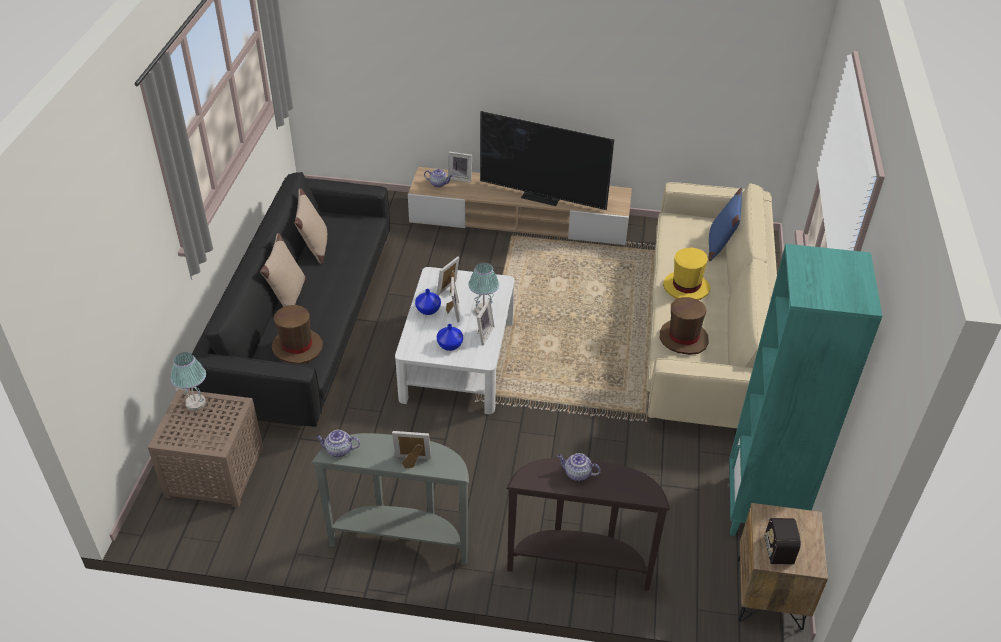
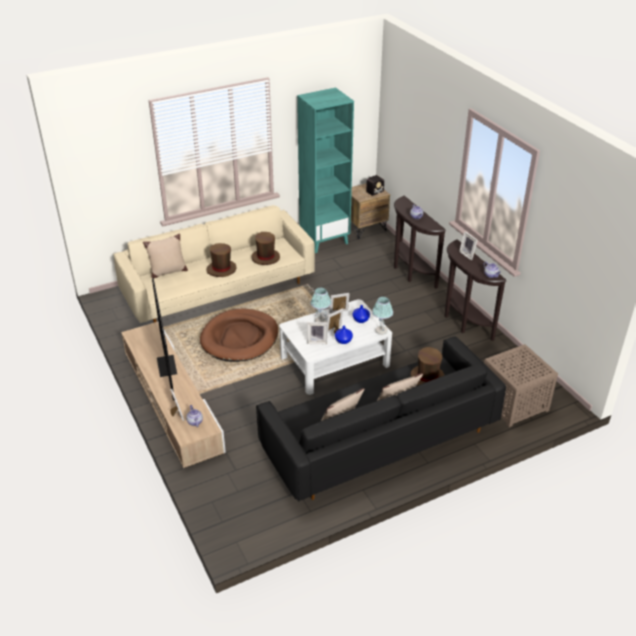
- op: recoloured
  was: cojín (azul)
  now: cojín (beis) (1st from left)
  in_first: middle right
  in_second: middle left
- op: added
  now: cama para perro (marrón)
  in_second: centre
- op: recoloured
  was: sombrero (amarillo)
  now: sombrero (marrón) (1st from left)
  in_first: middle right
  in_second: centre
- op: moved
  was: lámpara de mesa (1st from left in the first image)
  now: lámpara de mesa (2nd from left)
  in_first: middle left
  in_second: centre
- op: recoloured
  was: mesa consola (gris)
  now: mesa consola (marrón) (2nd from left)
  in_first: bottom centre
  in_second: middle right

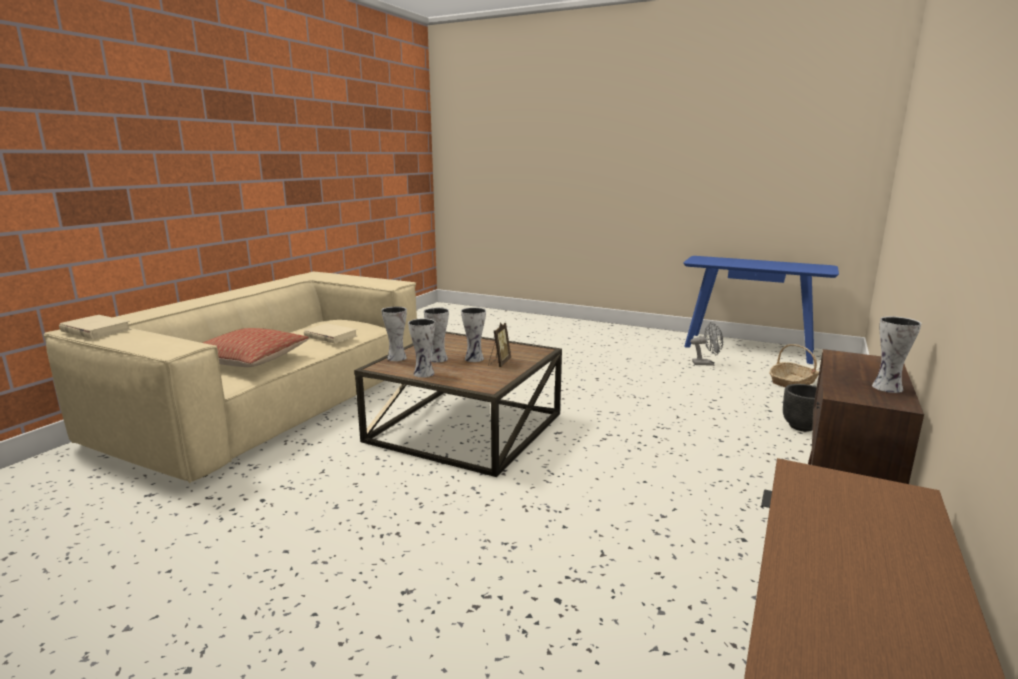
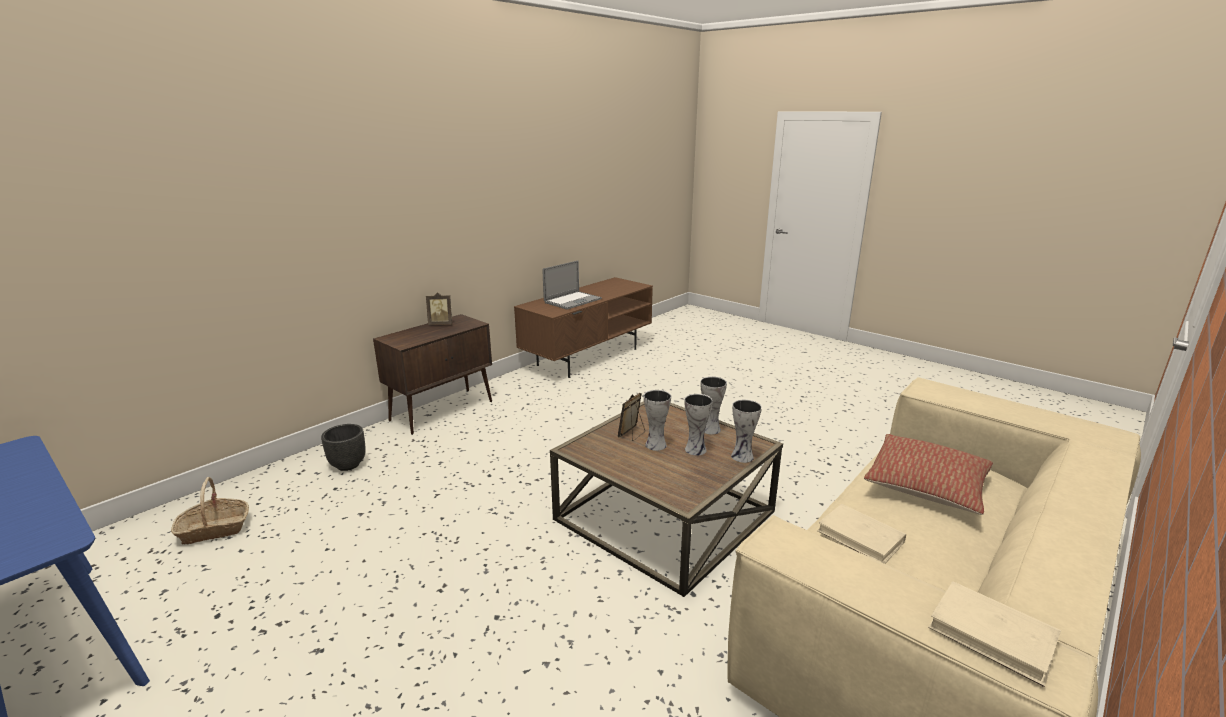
- op: replaced
  was: florero (5th from left)
  now: portarretratos (1st from left)
  in_first: middle right
  in_second: centre
- op: added
  now: portátil
  in_second: centre
- op: moved
  was: libro (beis) (1st from left in the first image)
  now: libro (beis) (2nd from left)
  in_first: middle left
  in_second: bottom right
- op: removed
  was: ventilador (gris)
  in_first: middle right

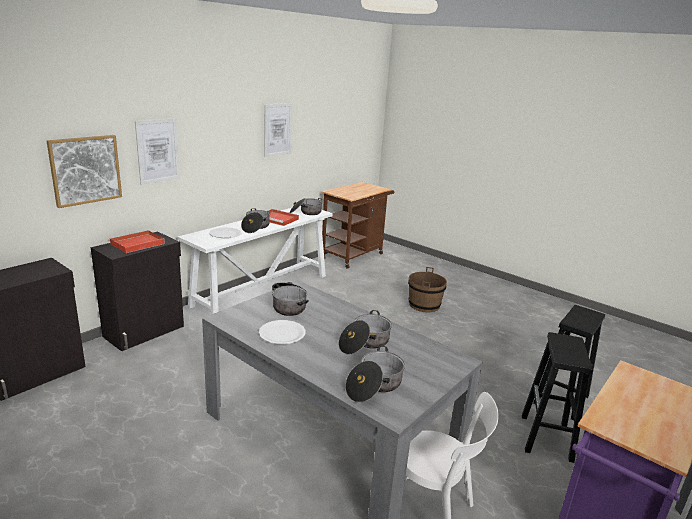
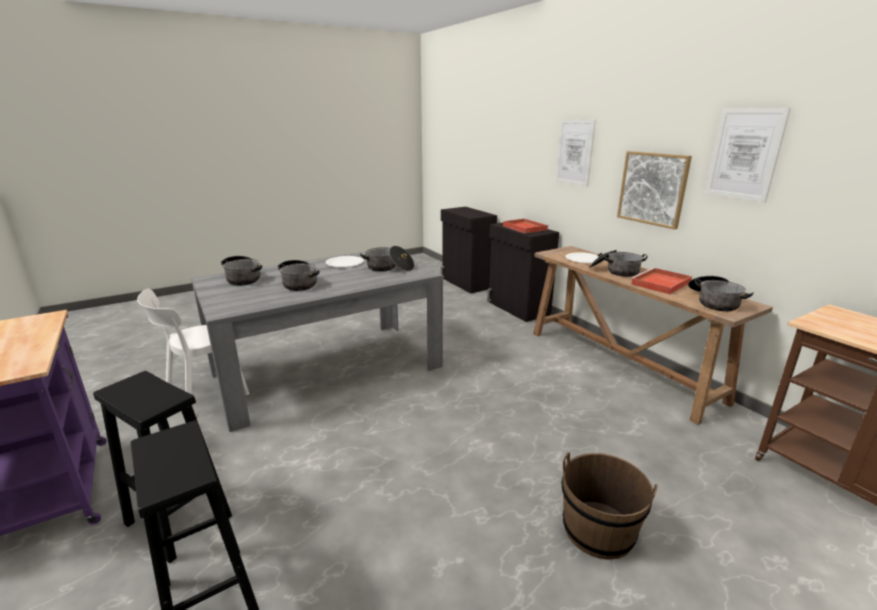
- op: recoloured
  was: mesa consola (blanco)
  now: mesa consola (marrón)
  in_first: centre
  in_second: middle right
- op: moved
  was: cuadro (1st from left in the first image)
  now: cuadro (2nd from left)
  in_first: top left
  in_second: top right

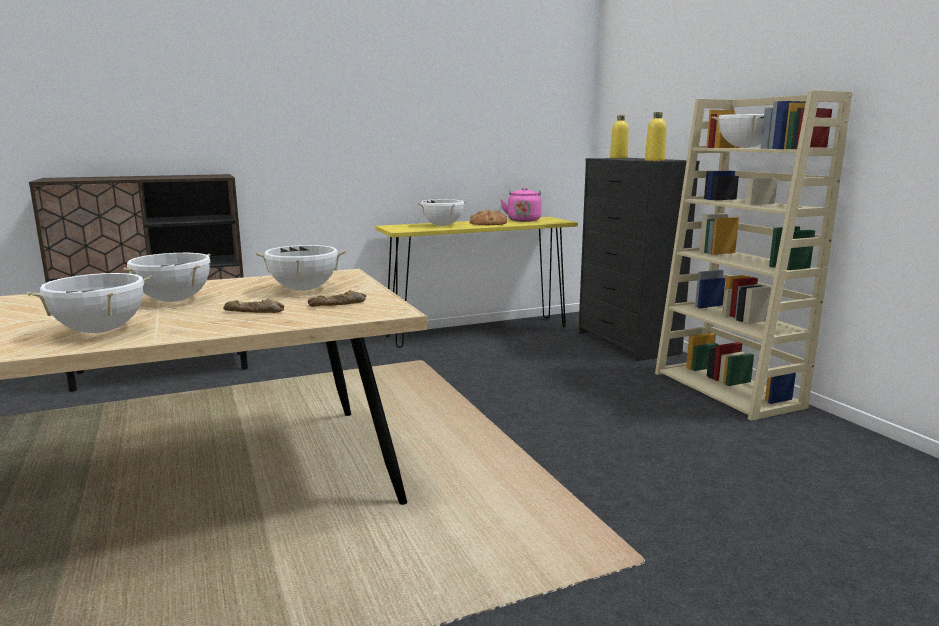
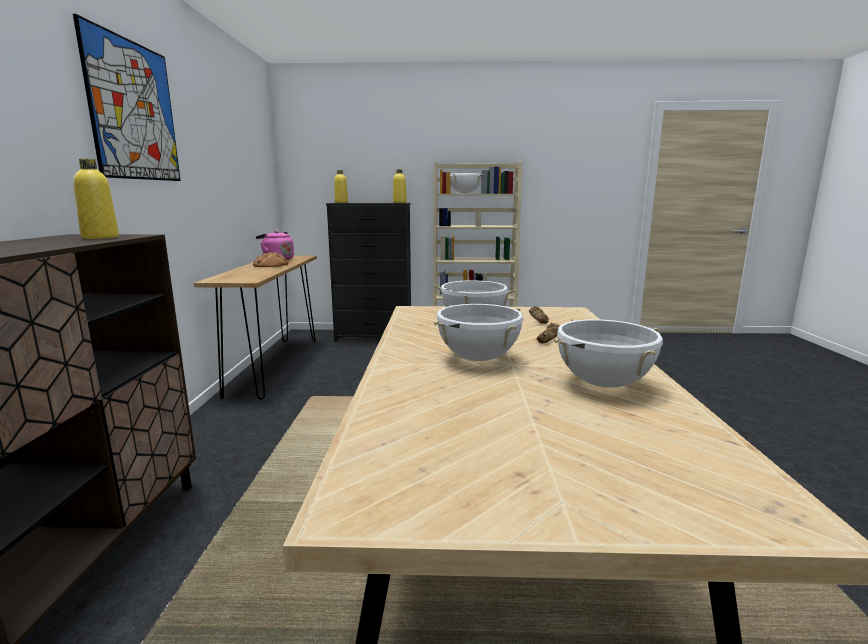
- op: added
  now: cuadro
  in_second: top left
- op: added
  now: botella (amarillo) (1st from left)
  in_second: top left
- op: recoloured
  was: mesa consola (amarillo)
  now: mesa consola (marrón)
  in_first: centre
  in_second: middle left
- op: removed
  was: olla (blanco) (4th from left)
  in_first: centre

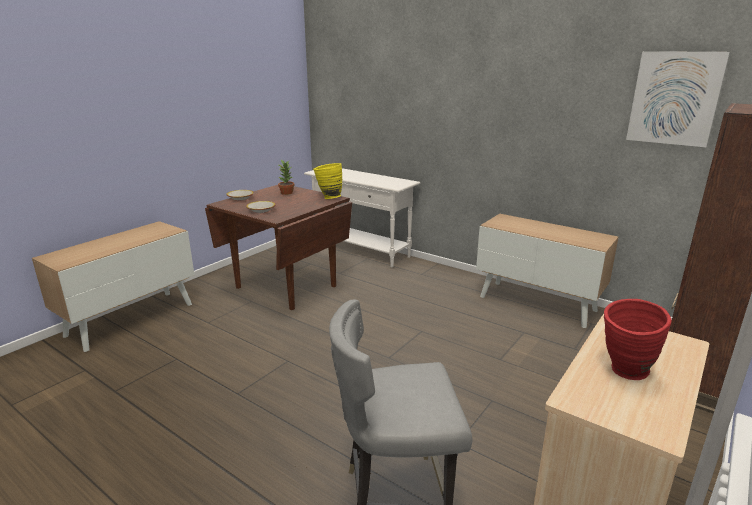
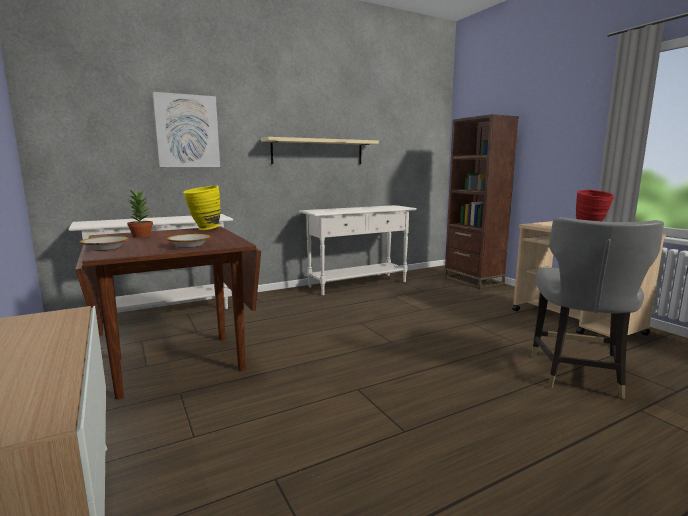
- op: moved
  was: cuadro
  in_first: top right
  in_second: top left
- op: added
  now: estante (beis)
  in_second: top centre
- op: replaced
  was: armario (2nd from left)
  now: mesa consola (blanco) (2nd from left)
  in_first: middle right
  in_second: centre

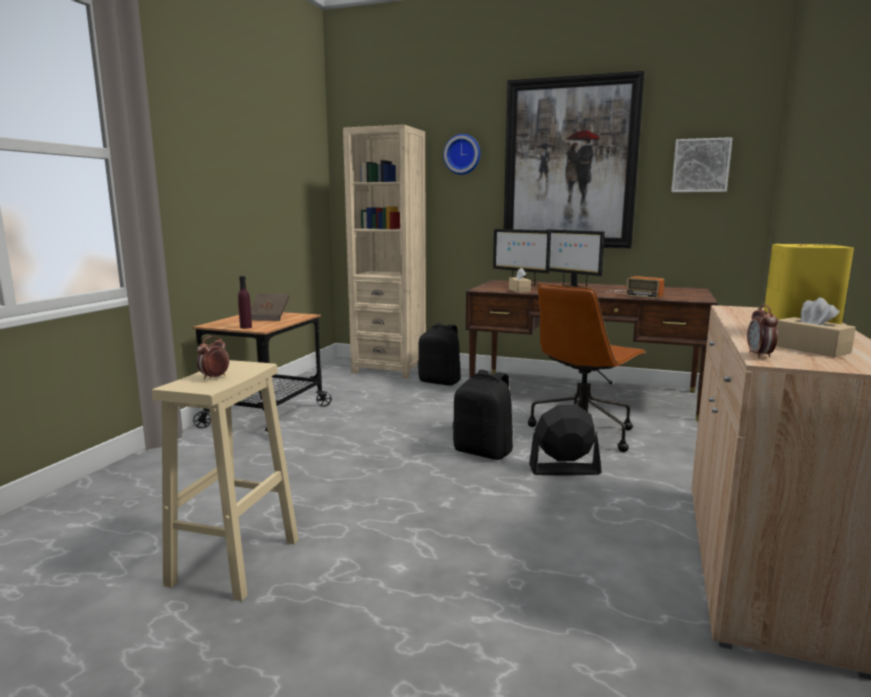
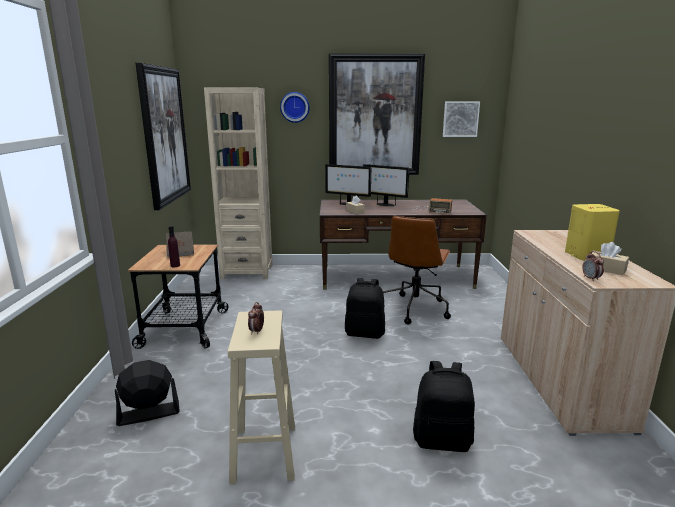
- op: moved
  was: ventilador (negro)
  in_first: centre
  in_second: bottom left
- op: added
  now: cuadro (1st from left)
  in_second: top left
- op: moved
  was: mochila (negro) (1st from left in the first image)
  now: mochila (negro) (2nd from left)
  in_first: centre
  in_second: bottom centre

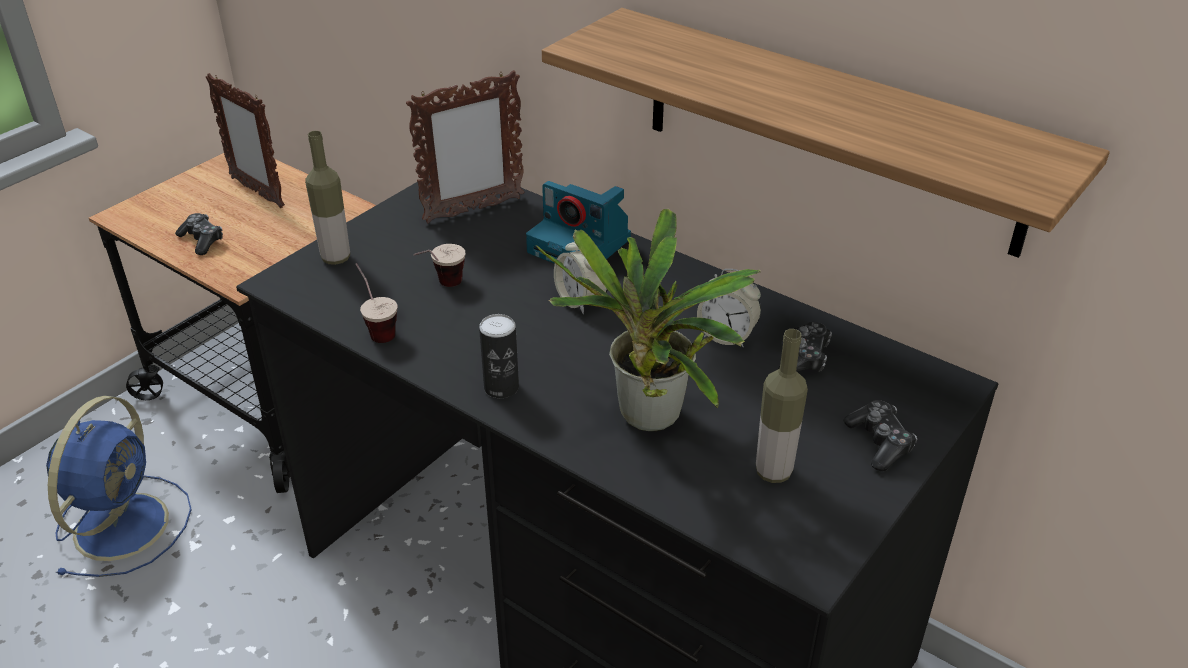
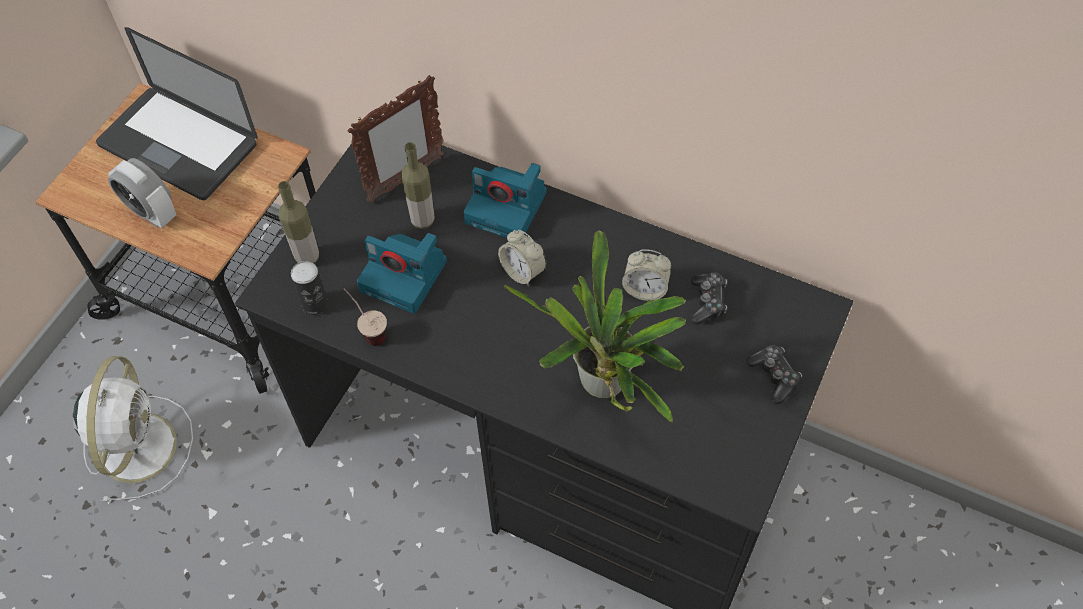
- op: recoloured
  was: ventilador (azul)
  now: ventilador (blanco)
  in_first: bottom left
  in_second: bottom left
- op: replaced
  was: portarretratos (1st from left)
  now: portátil
  in_first: top left
  in_second: top left
- op: replaced
  was: mando de consola (1st from left)
  now: despertador (1st from left)
  in_first: middle left
  in_second: top left
- op: moved
  was: lata
  in_first: centre
  in_second: middle left
- op: replaced
  was: taza (2nd from left)
  now: cámara (1st from left)
  in_first: centre
  in_second: centre
- op: moved
  was: botella (2nd from left)
  in_first: centre
  in_second: top centre
- op: removed
  was: estante
  in_first: top right

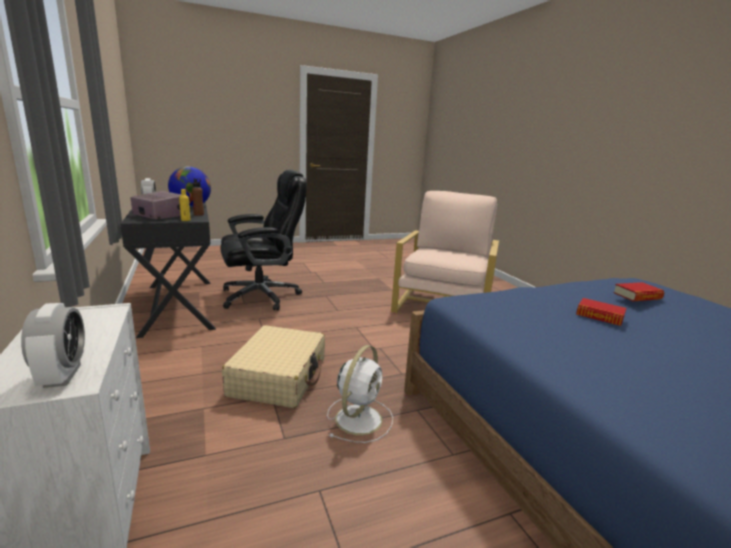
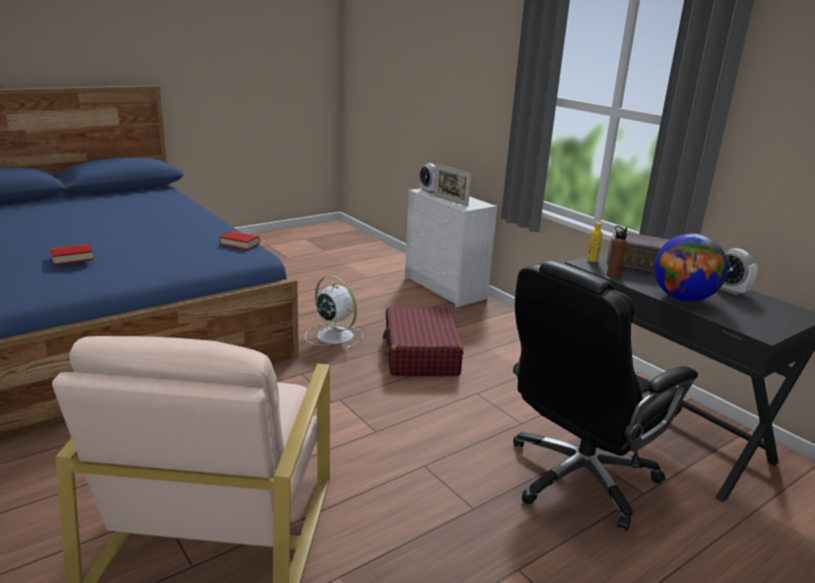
- op: moved
  was: libro (1st from left in the first image)
  now: libro (2nd from left)
  in_first: middle right
  in_second: middle left
- op: turned
  was: ventilador (blanco)
  in_first: bottom centre
  in_second: centre
  clockwise: 120
- op: recoloured
  was: maleta (beis)
  now: maleta (rojo)
  in_first: bottom centre
  in_second: centre
- op: added
  now: portarretratos
  in_second: top centre

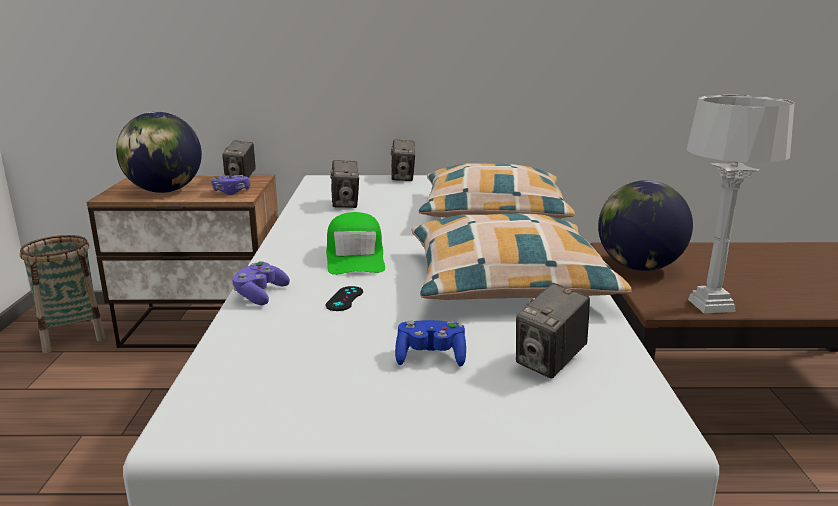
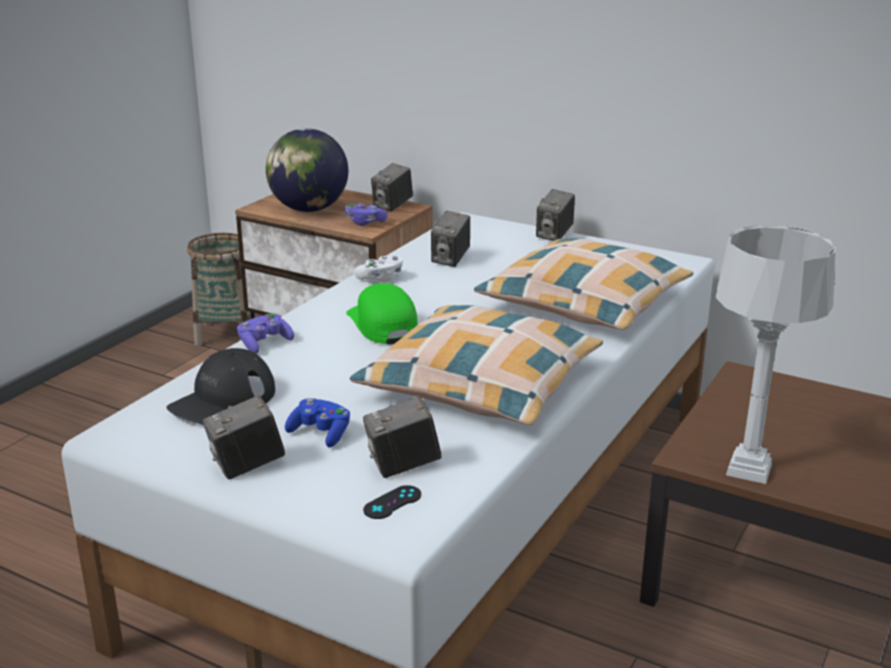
- op: added
  now: gorra (negro)
  in_second: middle left
- op: added
  now: cámara (1st from left)
  in_second: middle left
- op: turned
  was: gorra (verde)
  in_first: centre
  in_second: centre
  clockwise: 135
- op: added
  now: mando de consola (blanco)
  in_second: centre
- op: moved
  was: mando de consola (negro)
  in_first: centre
  in_second: bottom centre
- op: removed
  was: globo terráqueo (2nd from left)
  in_first: middle right

